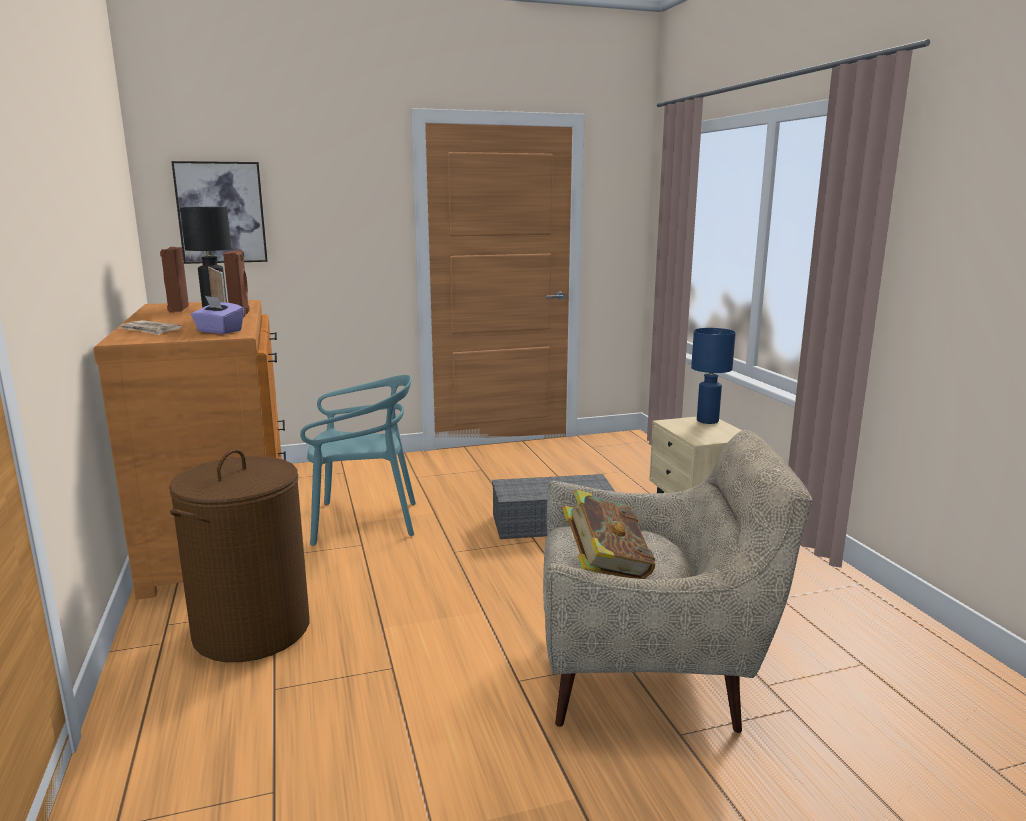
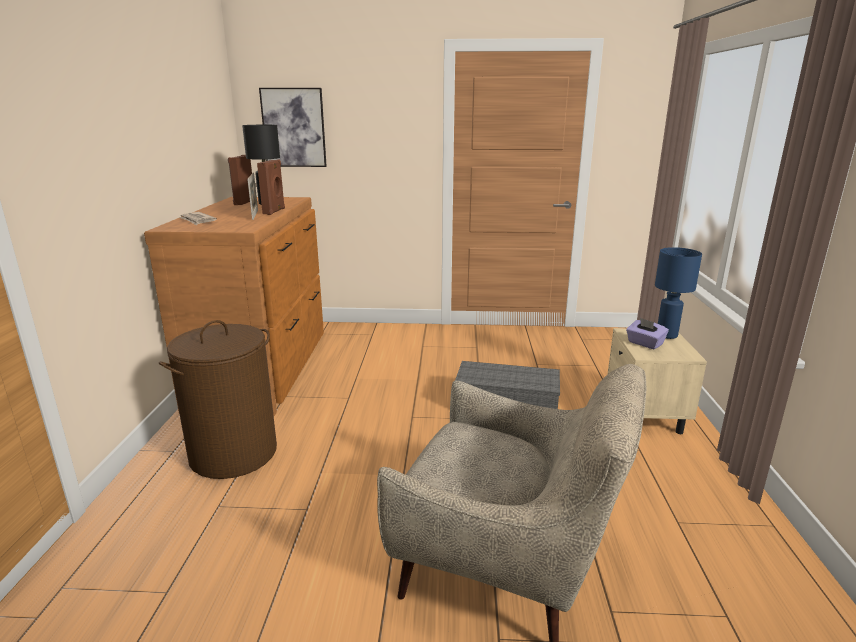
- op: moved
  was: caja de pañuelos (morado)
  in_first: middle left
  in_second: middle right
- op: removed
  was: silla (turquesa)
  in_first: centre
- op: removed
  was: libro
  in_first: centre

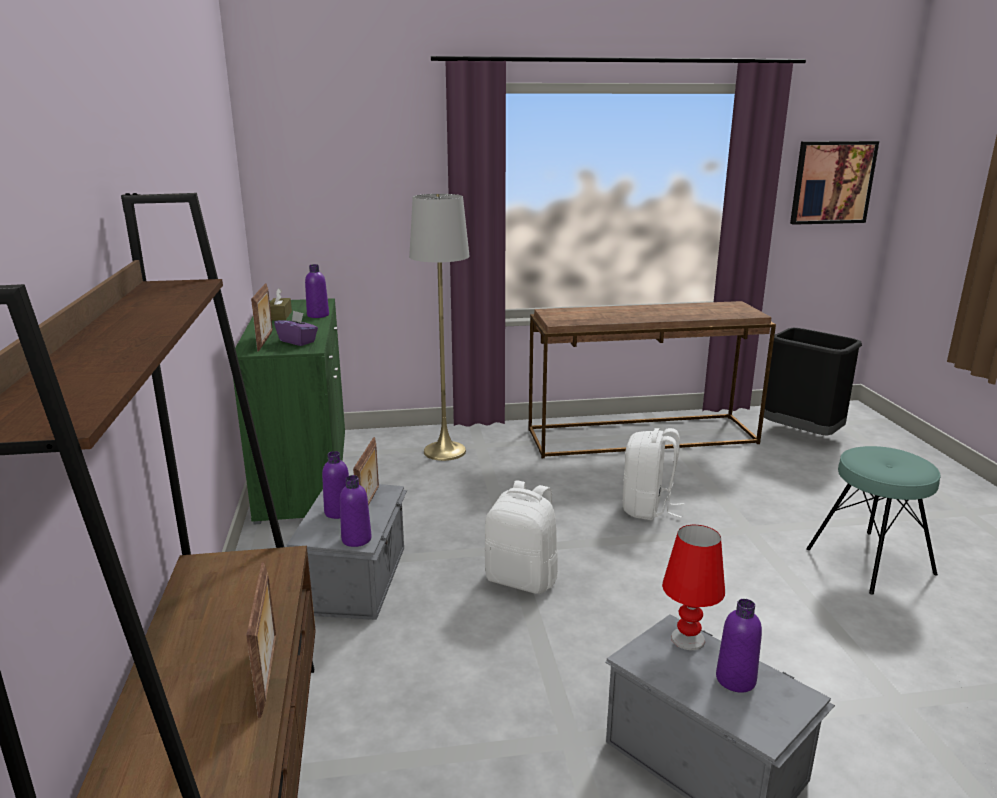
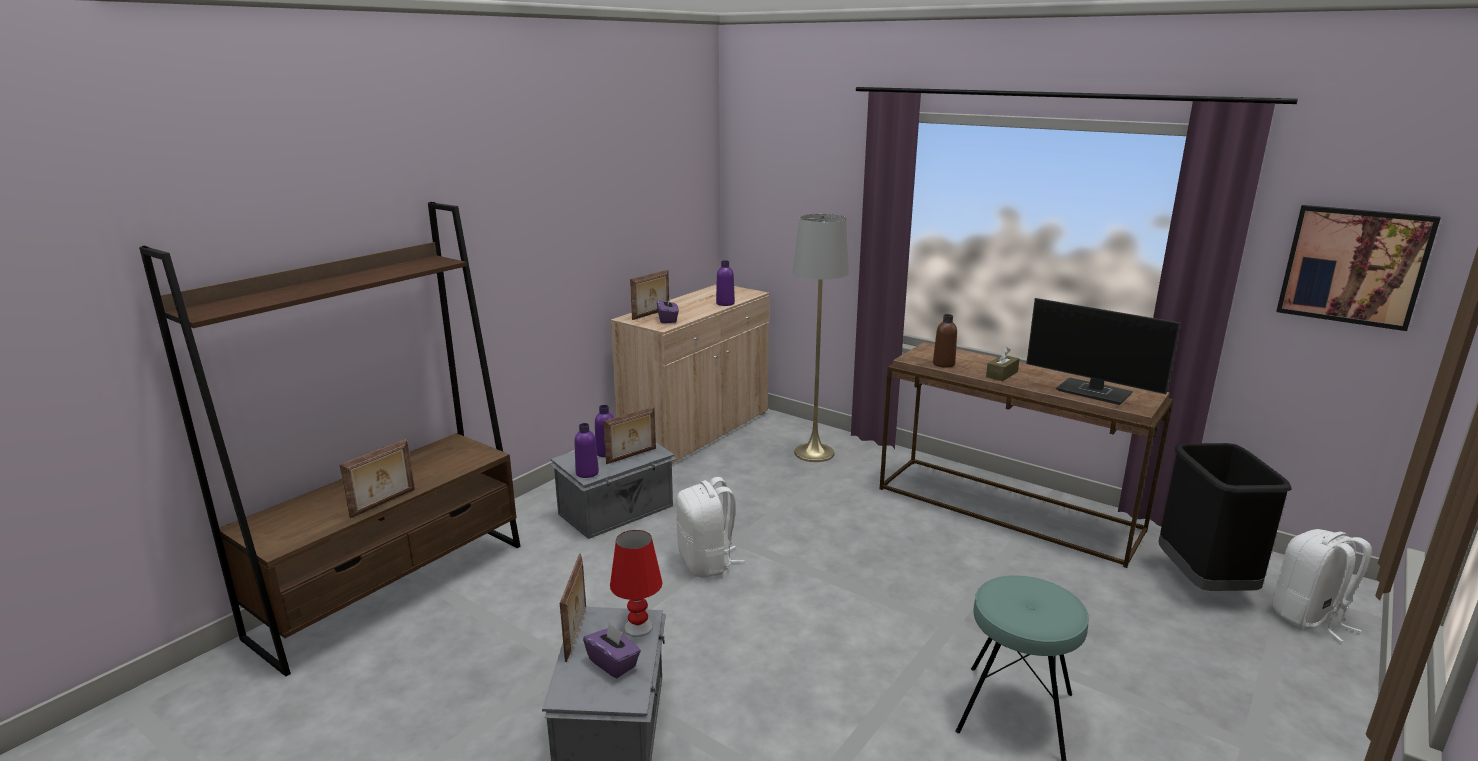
- op: added
  now: portarretratos (2nd from left)
  in_second: bottom centre
- op: replaced
  was: botella (morado) (4th from left)
  now: caja de pañuelos (morado) (1st from left)
  in_first: bottom right
  in_second: bottom centre
- op: recoloured
  was: armario (verde)
  now: armario (beis)
  in_first: middle left
  in_second: centre
- op: added
  now: botella (marrón)
  in_second: centre
- op: moved
  was: caja de pañuelos (marrón)
  in_first: middle left
  in_second: middle right
- op: added
  now: monitor
  in_second: middle right
- op: moved
  was: mochila (blanco) (2nd from left)
  in_first: centre
  in_second: bottom right

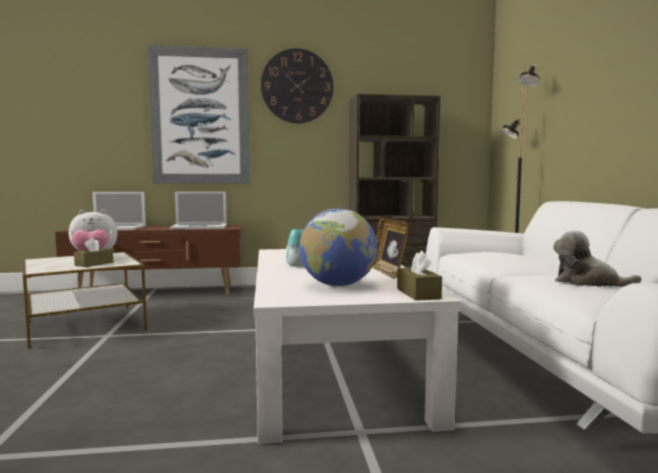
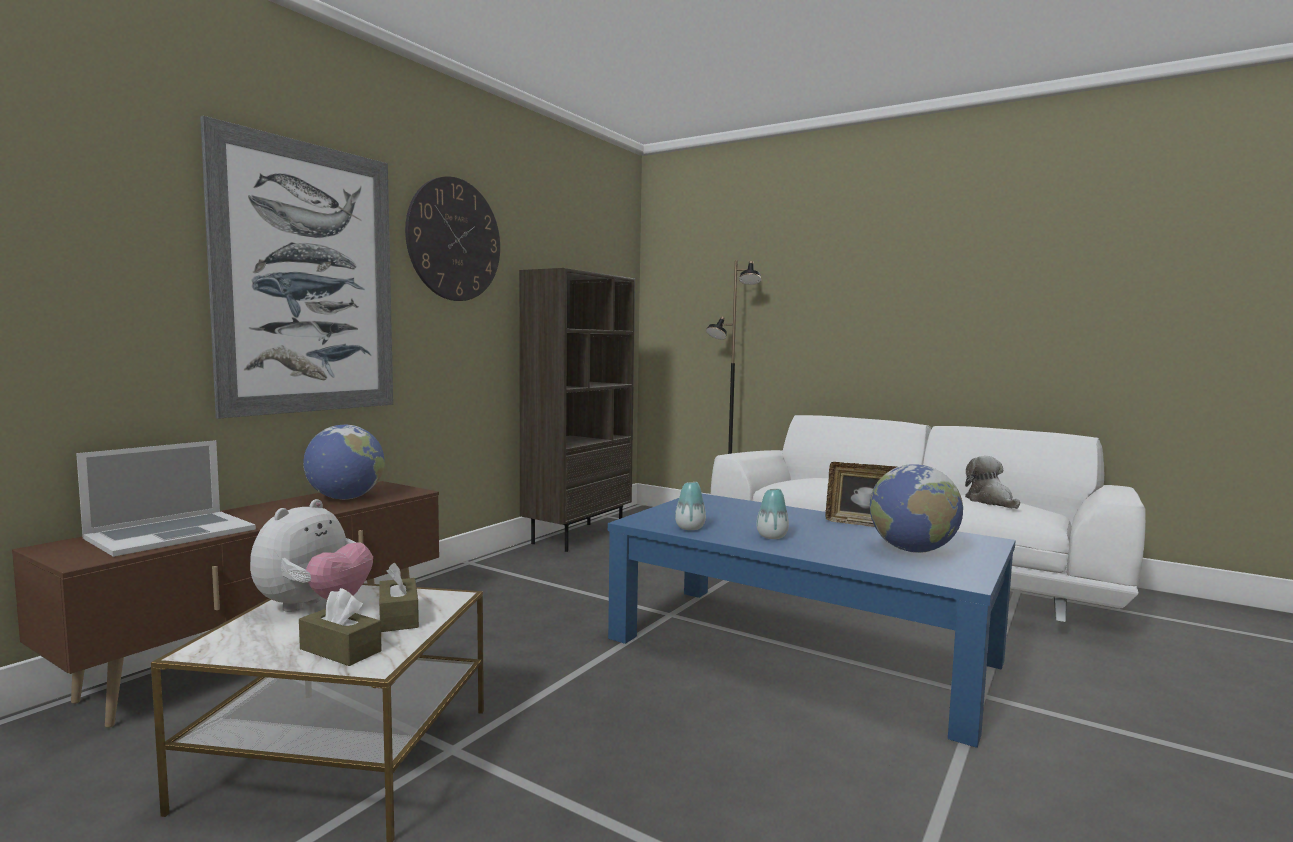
- op: moved
  was: caja de pañuelos (marrón) (2nd from left in the first image)
  now: caja de pañuelos (marrón) (1st from left)
  in_first: centre
  in_second: bottom left
- op: replaced
  was: portátil (2nd from left)
  now: globo terráqueo (1st from left)
  in_first: middle left
  in_second: middle left
- op: recoloured
  was: mesa de centro (blanco)
  now: mesa de centro (azul)
  in_first: bottom centre
  in_second: bottom centre
- op: added
  now: florero (1st from left)
  in_second: centre
- op: turned
  was: peluche (2nd from left)
  in_first: middle right
  in_second: middle right
  clockwise: 90

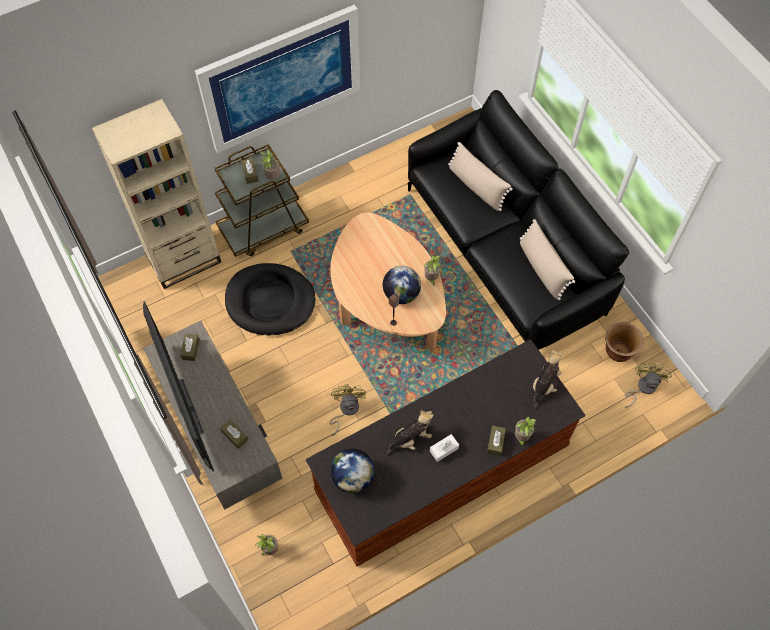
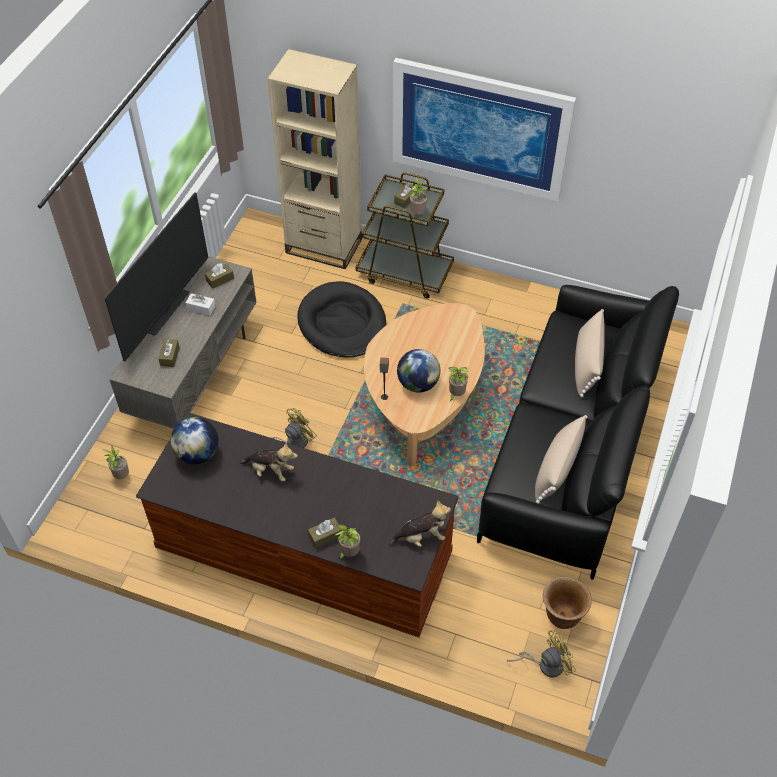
- op: moved
  was: caja de pañuelos (blanco)
  in_first: bottom centre
  in_second: middle left

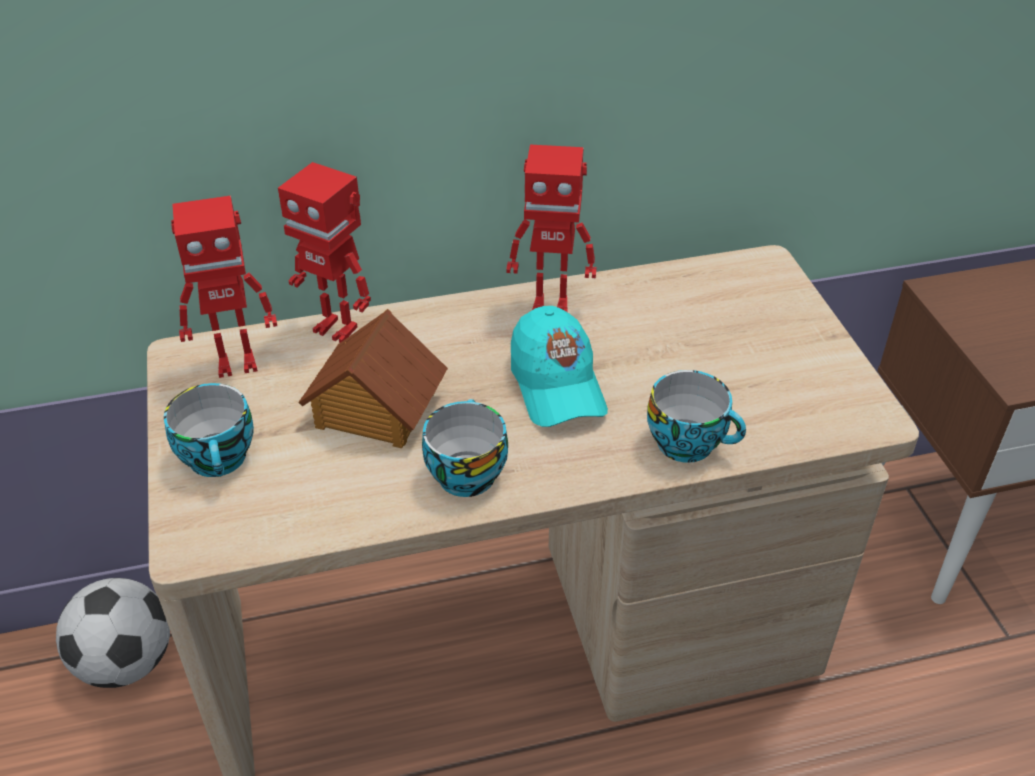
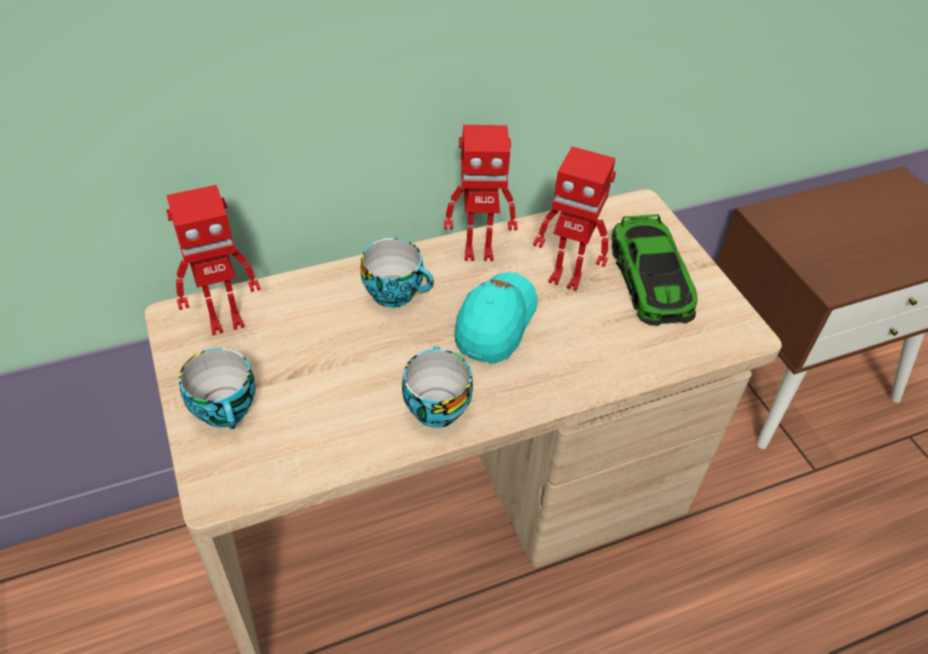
- op: moved
  was: taza (3rd from left in the first image)
  now: taza (2nd from left)
  in_first: middle right
  in_second: centre
- op: turned
  was: gorra (turquesa)
  in_first: centre
  in_second: centre
  clockwise: -135
- op: moved
  was: robot de juguete (2nd from left in the first image)
  now: robot de juguete (3rd from left)
  in_first: top left
  in_second: centre
- op: added
  now: coche de juguete
  in_second: middle right
- op: removed
  was: balón de fútbol
  in_first: bottom left
- op: removed
  was: casita
  in_first: centre

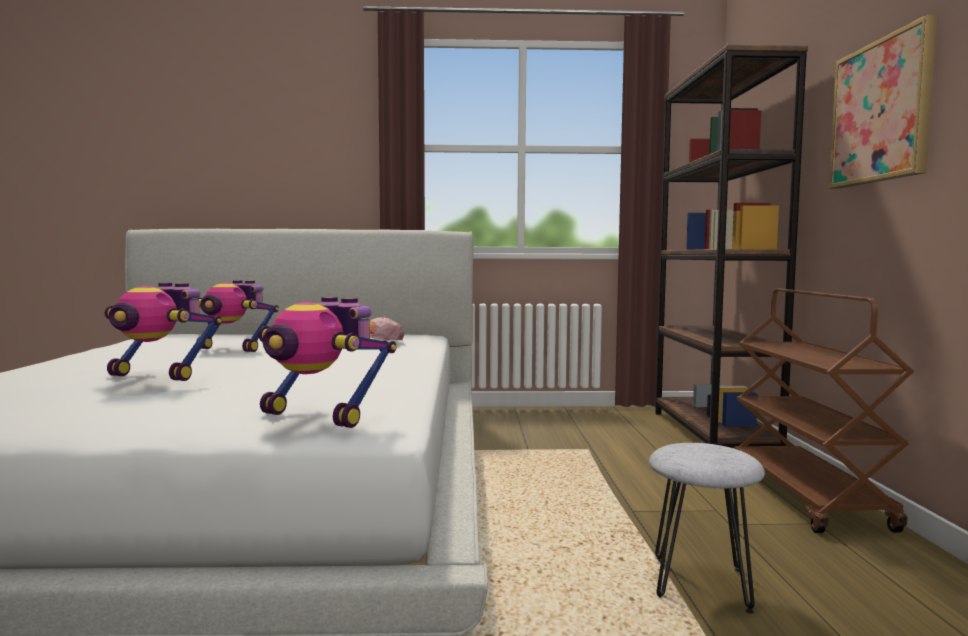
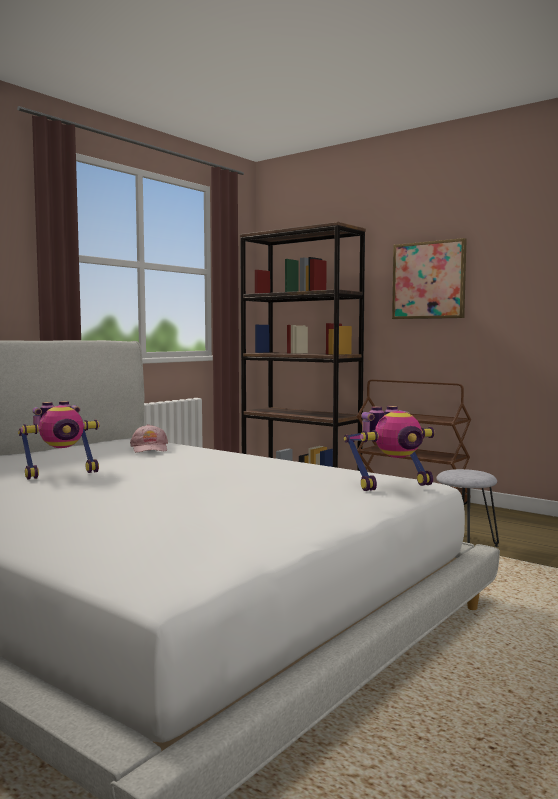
- op: removed
  was: robot de juguete (1st from left)
  in_first: middle left

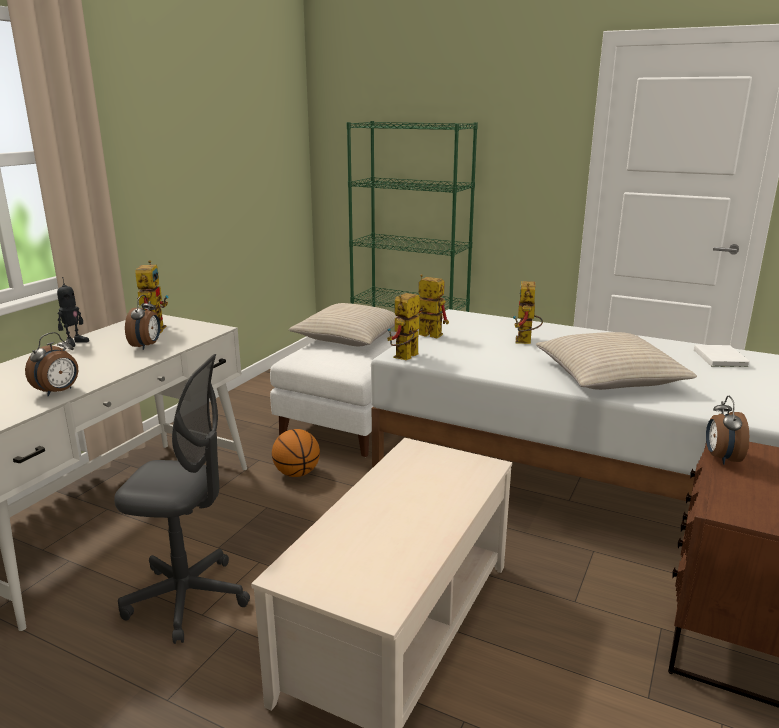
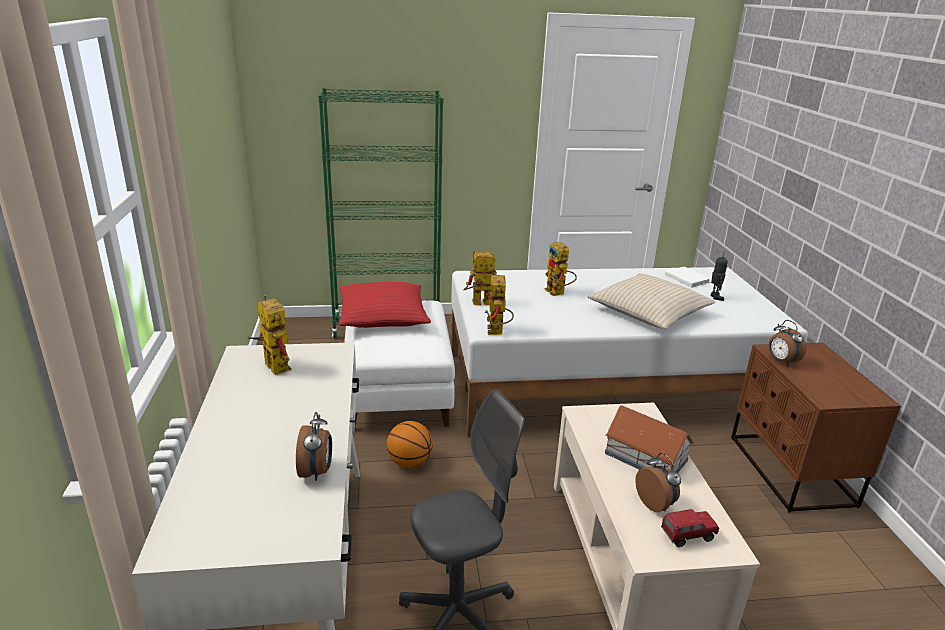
- op: recoloured
  was: cojín (beis) (1st from left)
  now: cojín (rojo)
  in_first: centre
  in_second: centre
- op: added
  now: casita
  in_second: bottom right
- op: moved
  was: despertador (2nd from left)
  in_first: middle left
  in_second: bottom right
- op: added
  now: camión de juguete
  in_second: bottom right
- op: moved
  was: robot de juguete (1st from left in the first image)
  now: robot de juguete (5th from left)
  in_first: middle left
  in_second: middle right

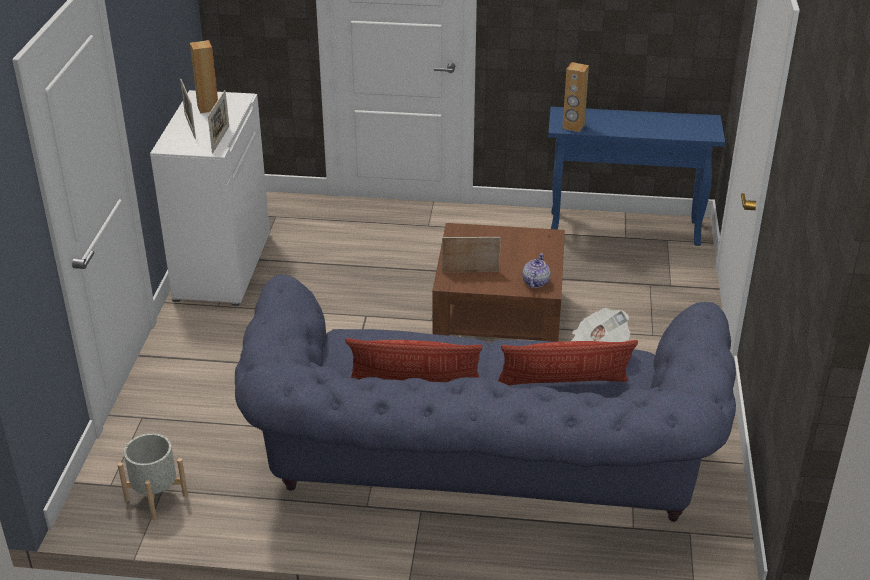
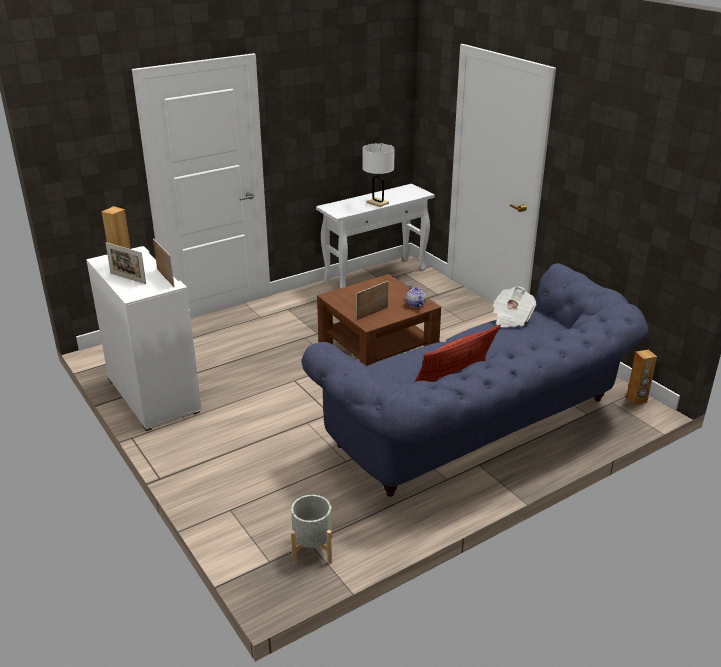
- op: recoloured
  was: mesa consola (azul)
  now: mesa consola (blanco)
  in_first: top right
  in_second: centre
- op: added
  now: lámpara de mesa (blanco)
  in_second: top centre
- op: moved
  was: altavoz (marrón) (2nd from left)
  in_first: top centre
  in_second: middle right
- op: removed
  was: cojín (2nd from left)
  in_first: centre

